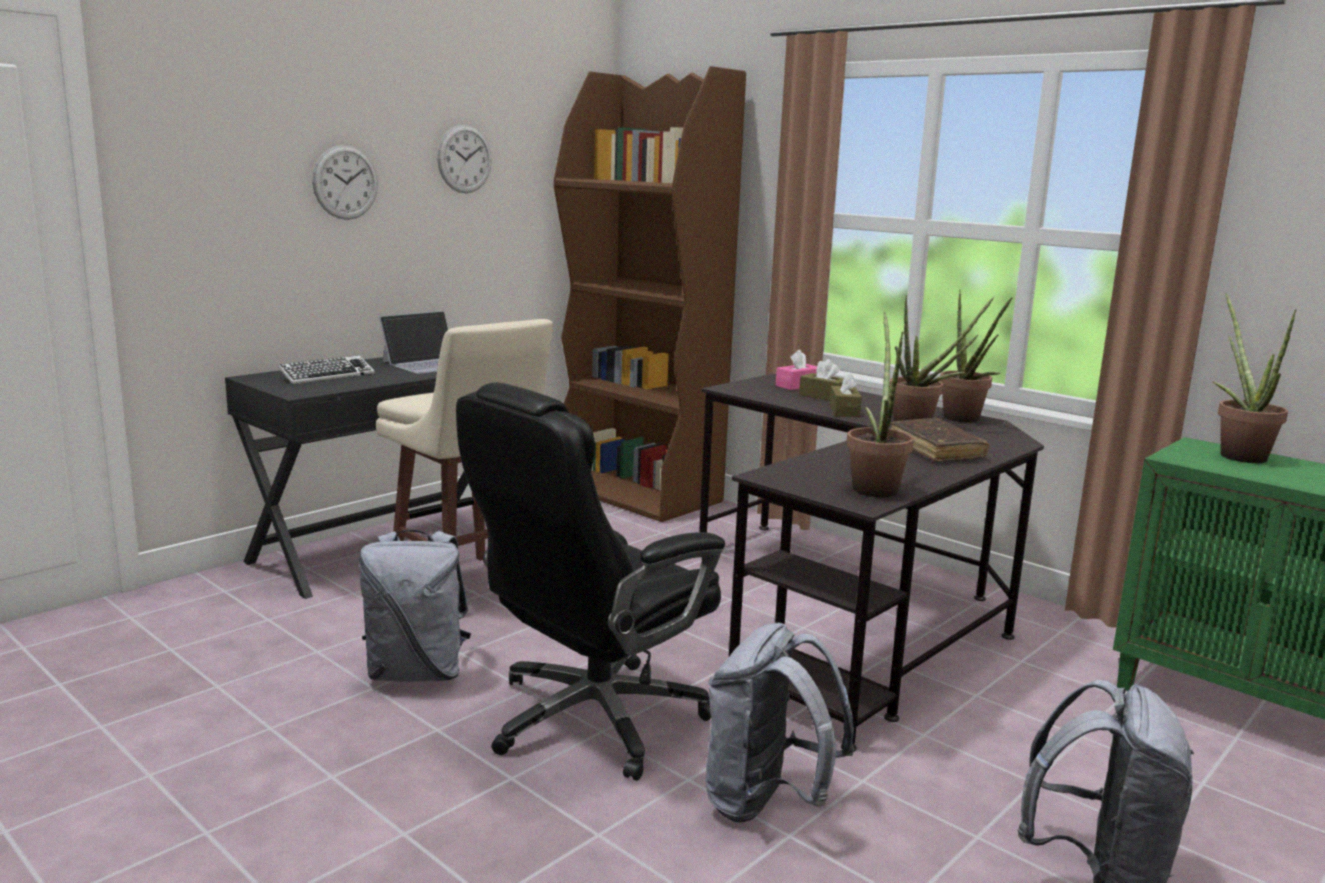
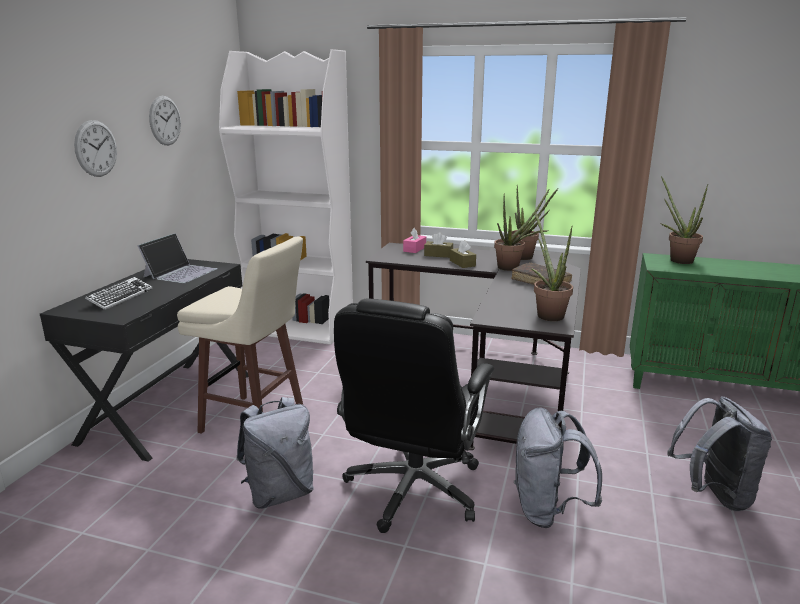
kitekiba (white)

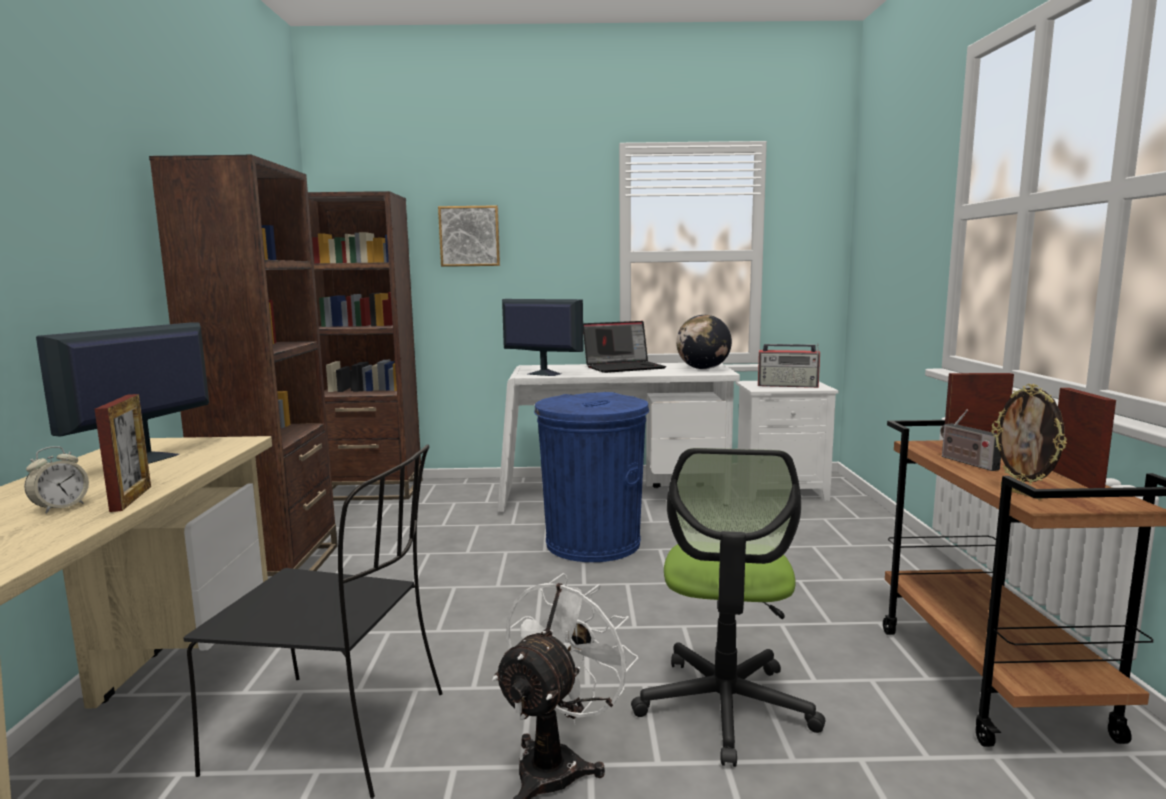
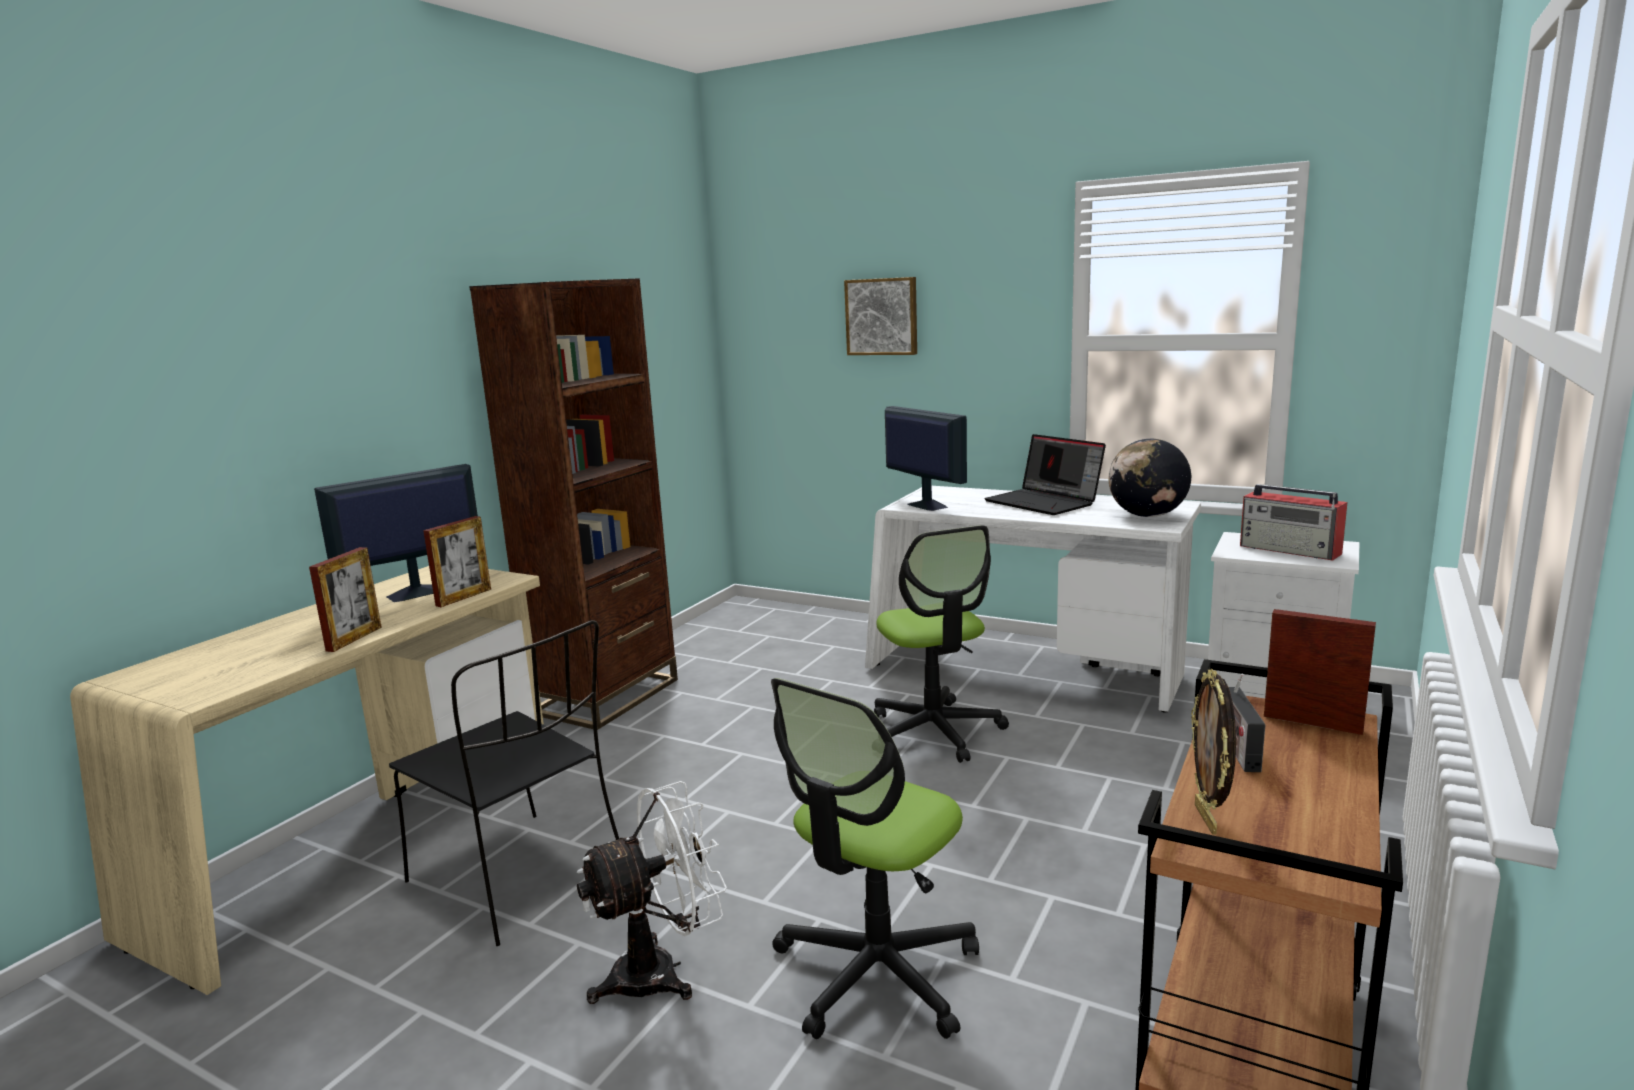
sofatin; kitekiba (brown) (no. 2 from left in the first image); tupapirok (no. 2 from left); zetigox; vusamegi (no. 2 from left)

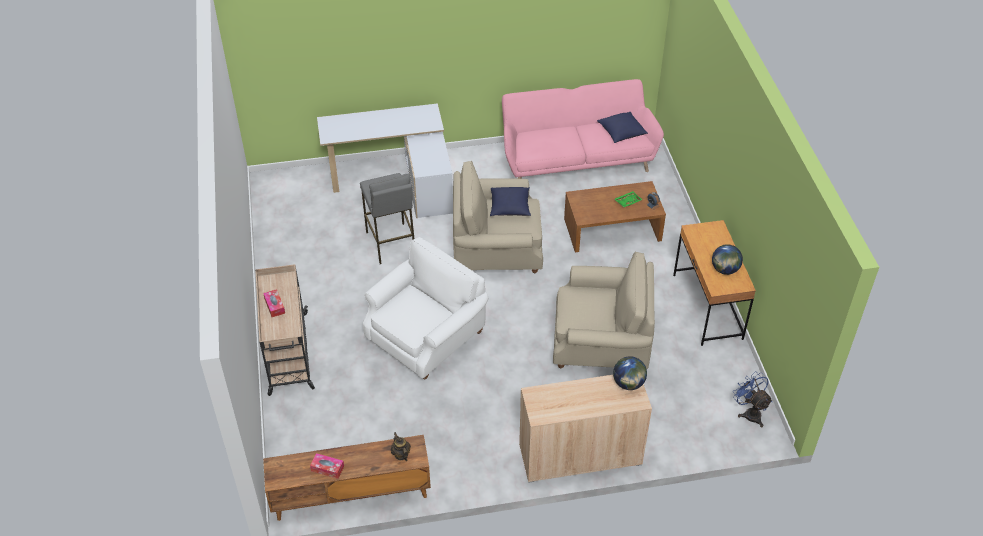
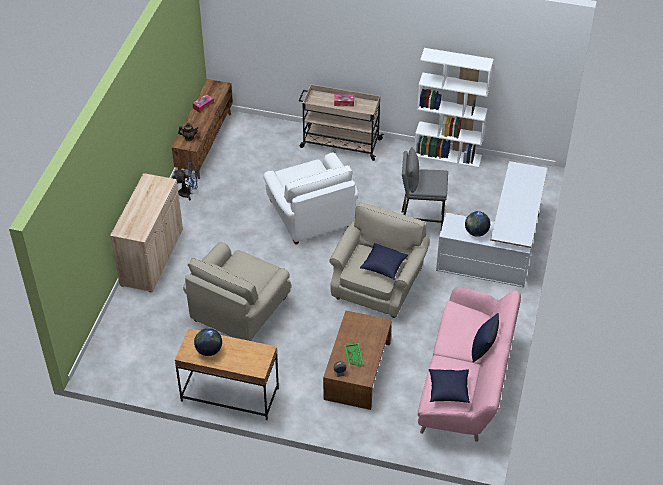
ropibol (no. 2 from left); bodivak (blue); kitekiba (white); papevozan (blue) (no. 3 from left)

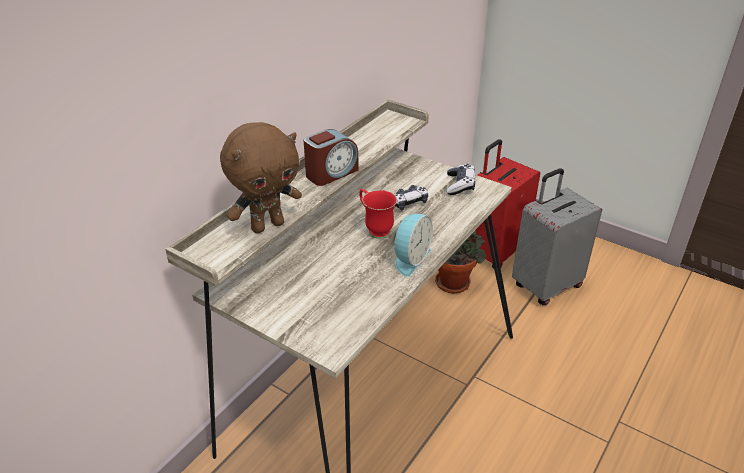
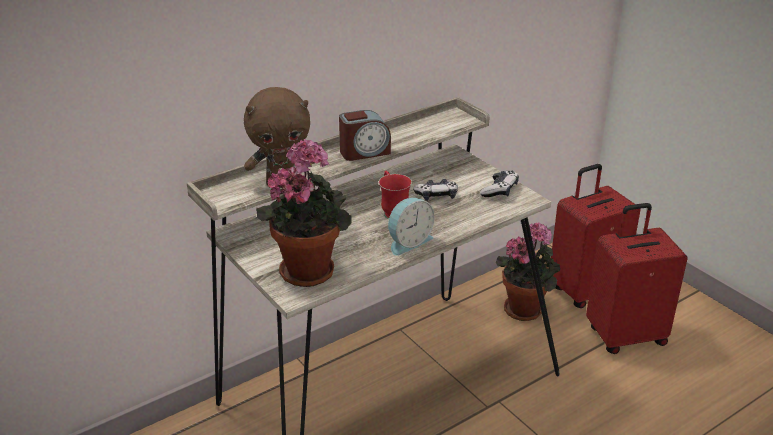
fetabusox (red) (no. 2 from left); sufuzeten (no. 1 from left)

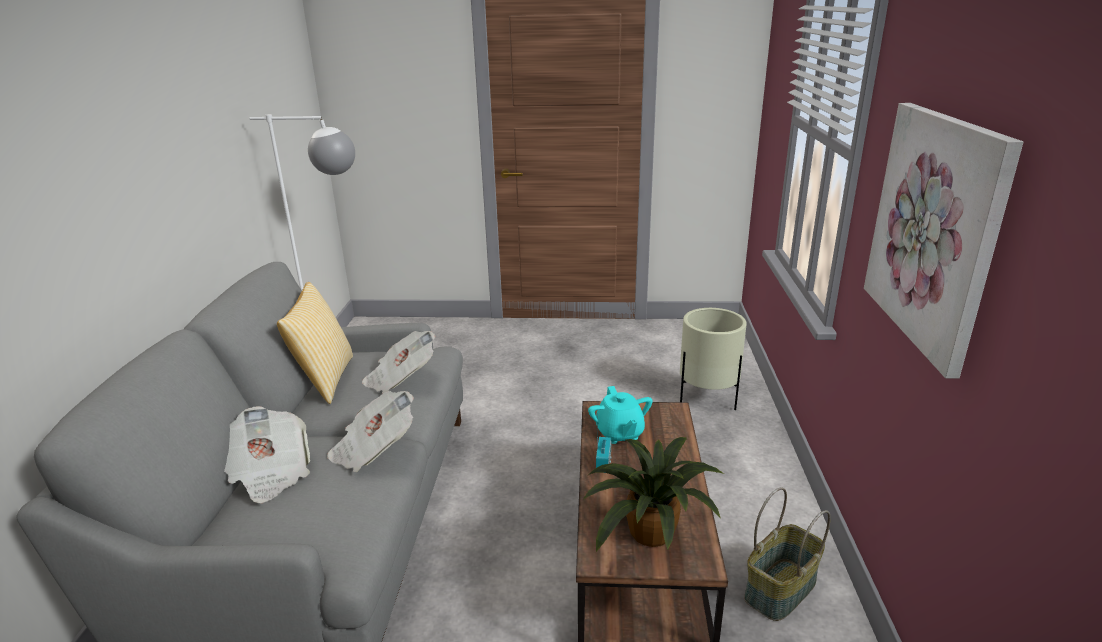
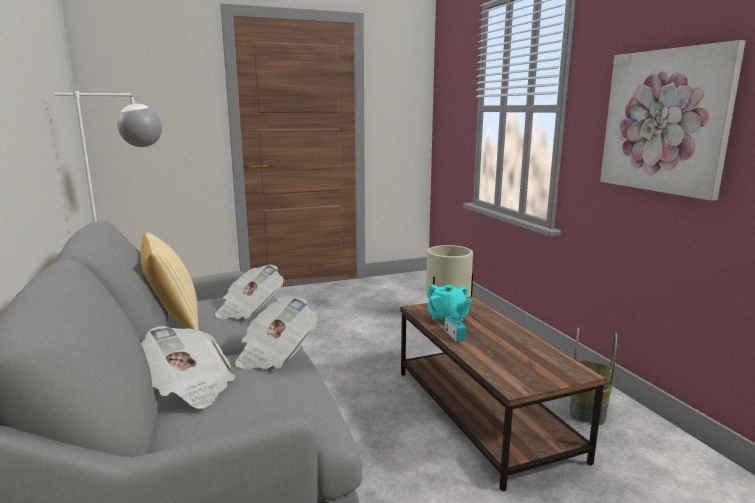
sufuzeten

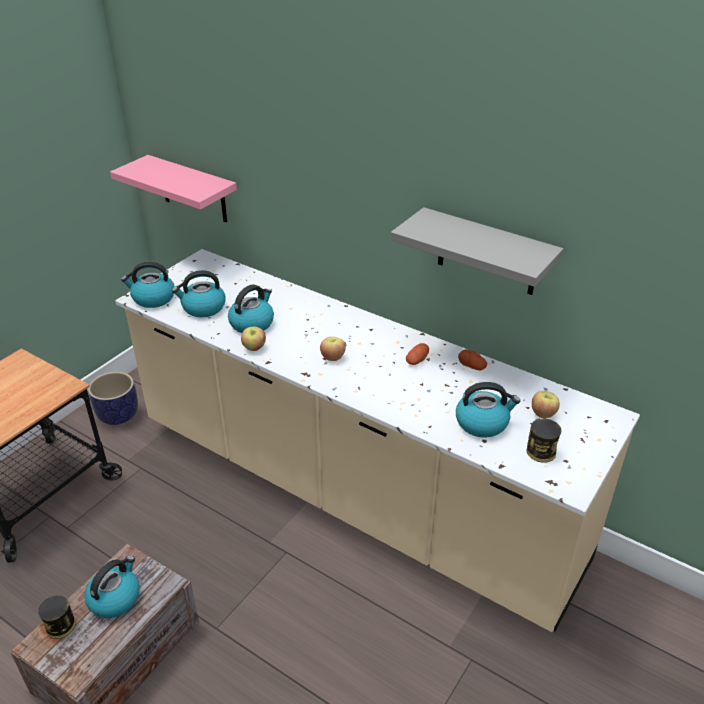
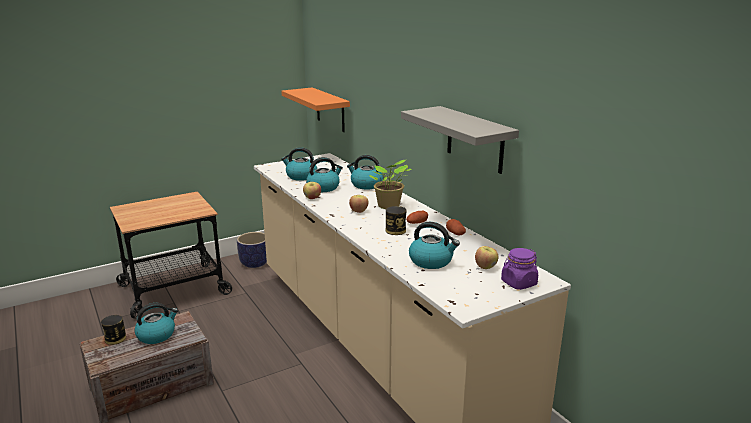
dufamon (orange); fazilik (no. 4 from left); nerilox (no. 2 from left); sufuzeten; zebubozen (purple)

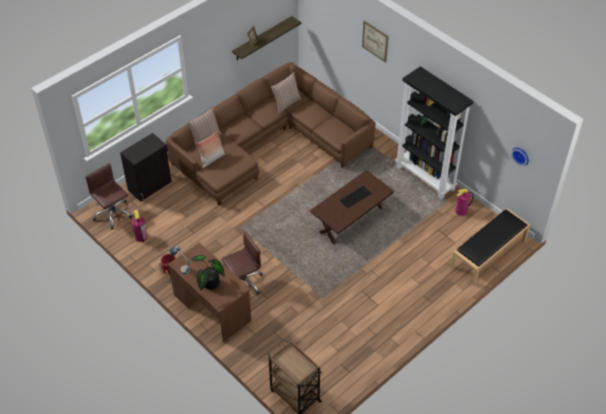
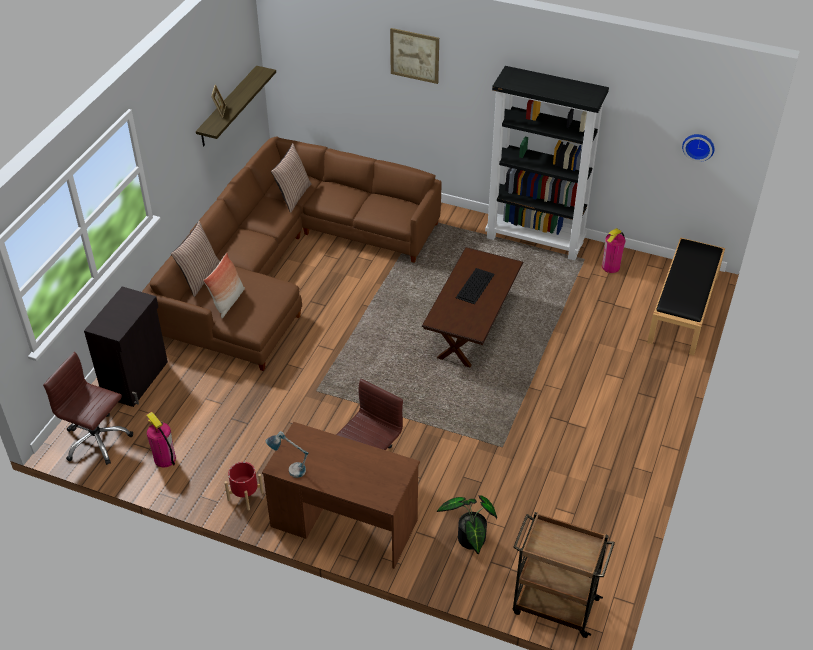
sufuzeten

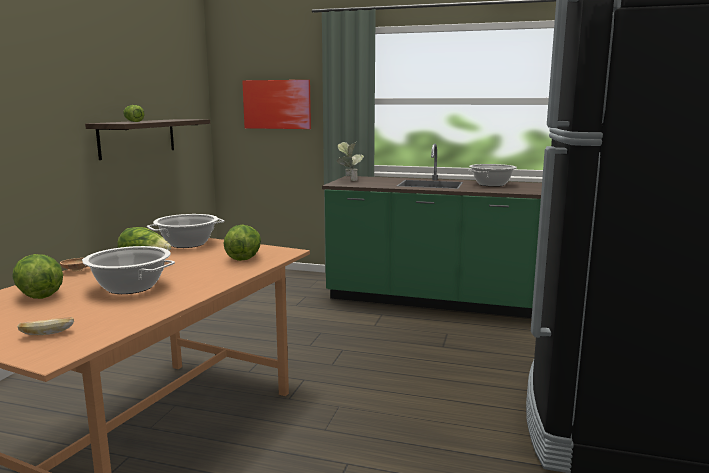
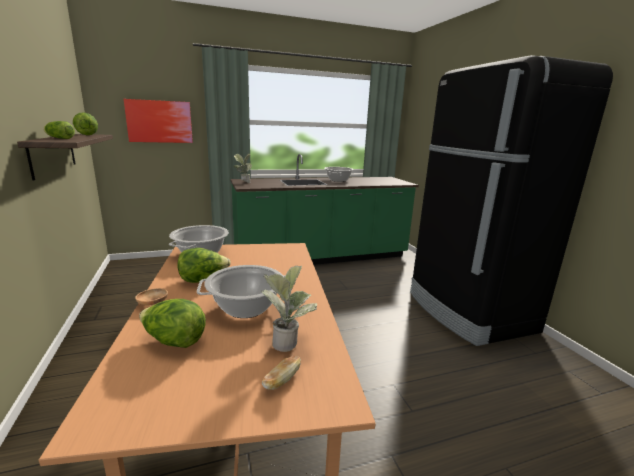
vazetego (no. 2 from left); sufuzeten (no. 2 from left)

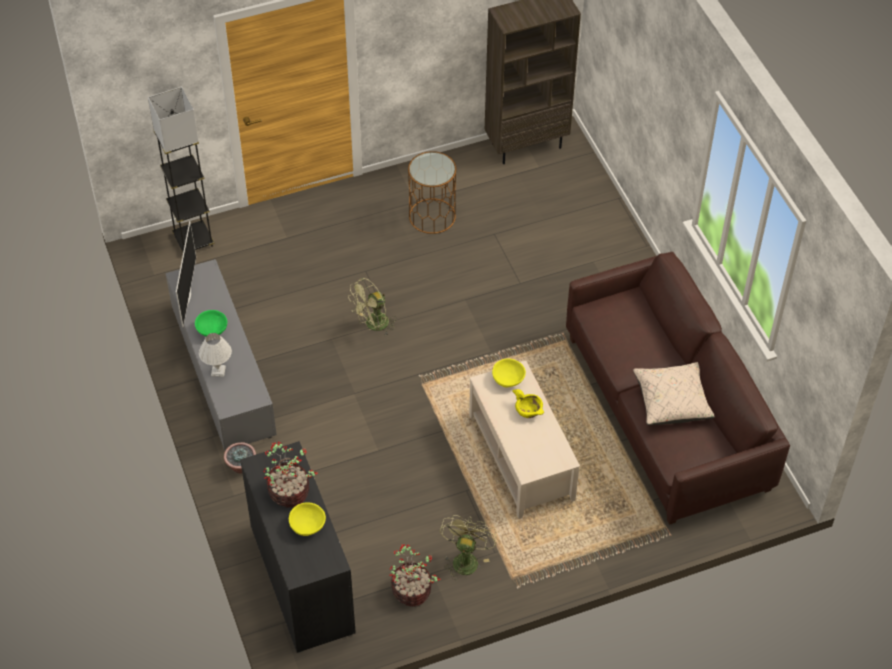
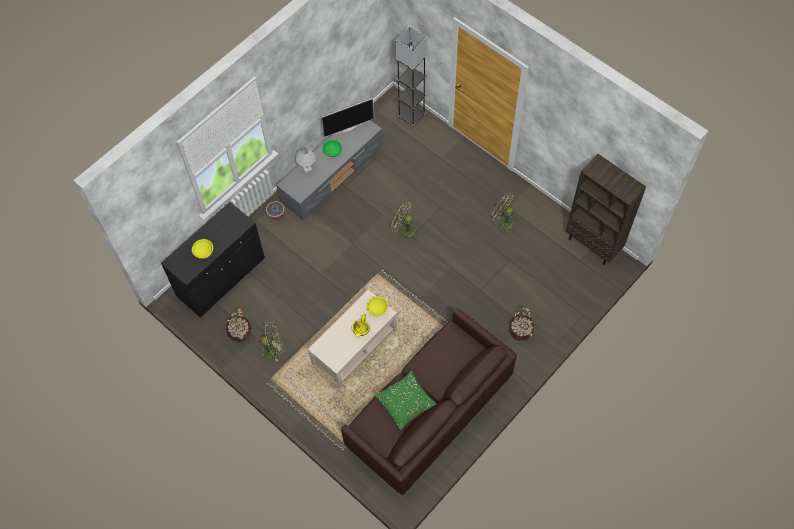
sufuzeten (no. 3 from left); bodivak (green) (no. 3 from left); papevozan (green)

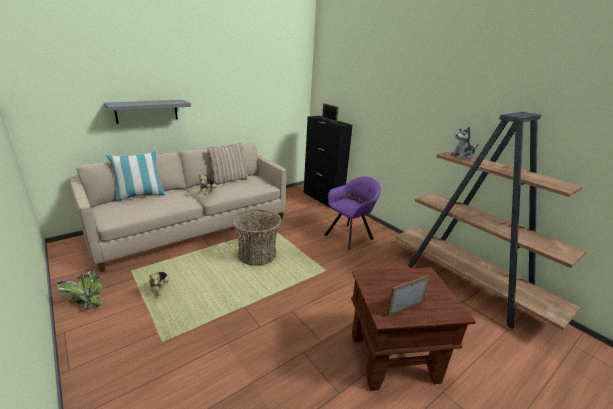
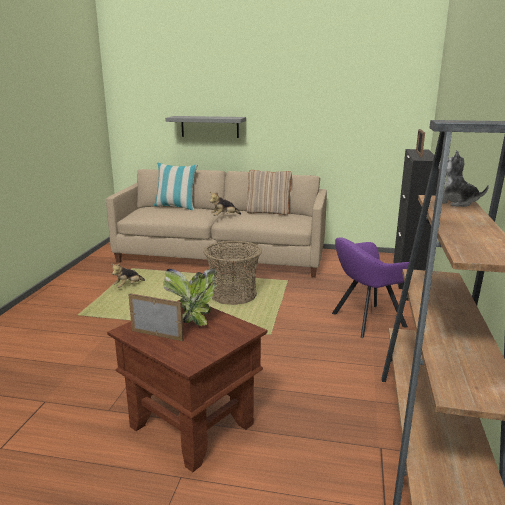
sufuzeten; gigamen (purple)

